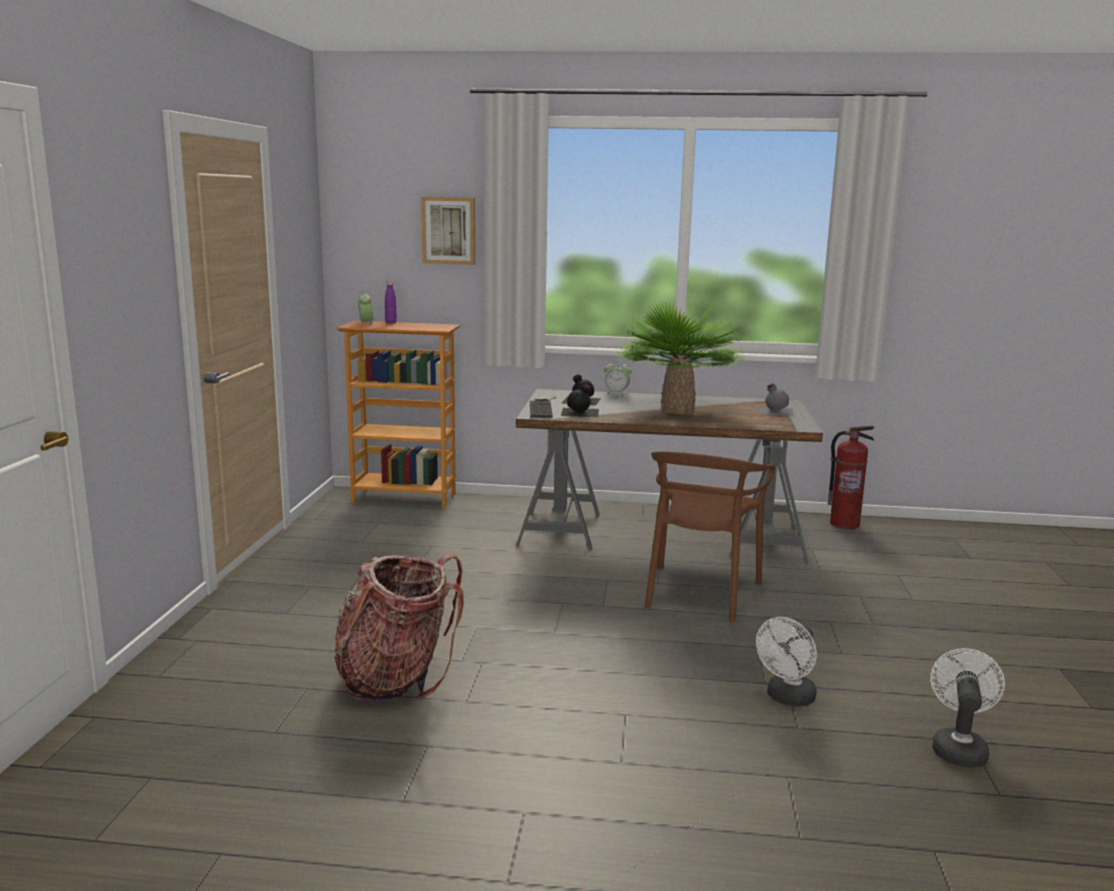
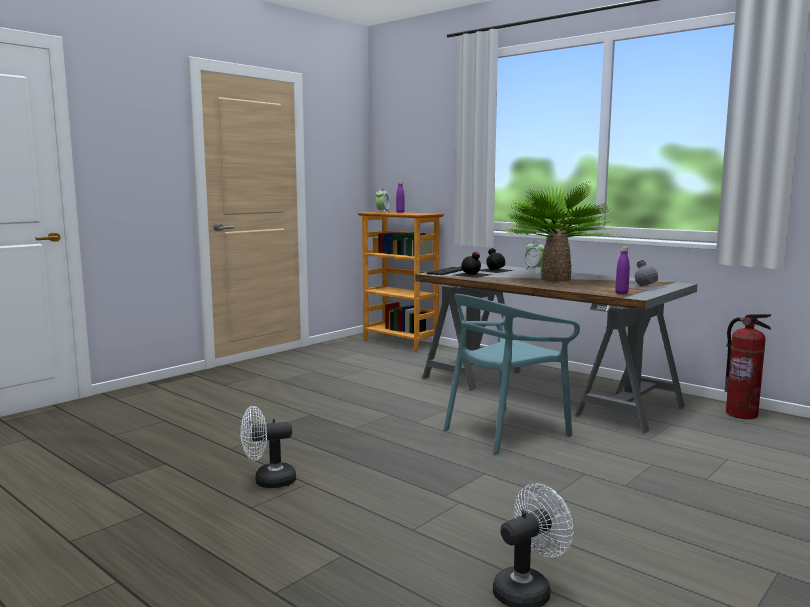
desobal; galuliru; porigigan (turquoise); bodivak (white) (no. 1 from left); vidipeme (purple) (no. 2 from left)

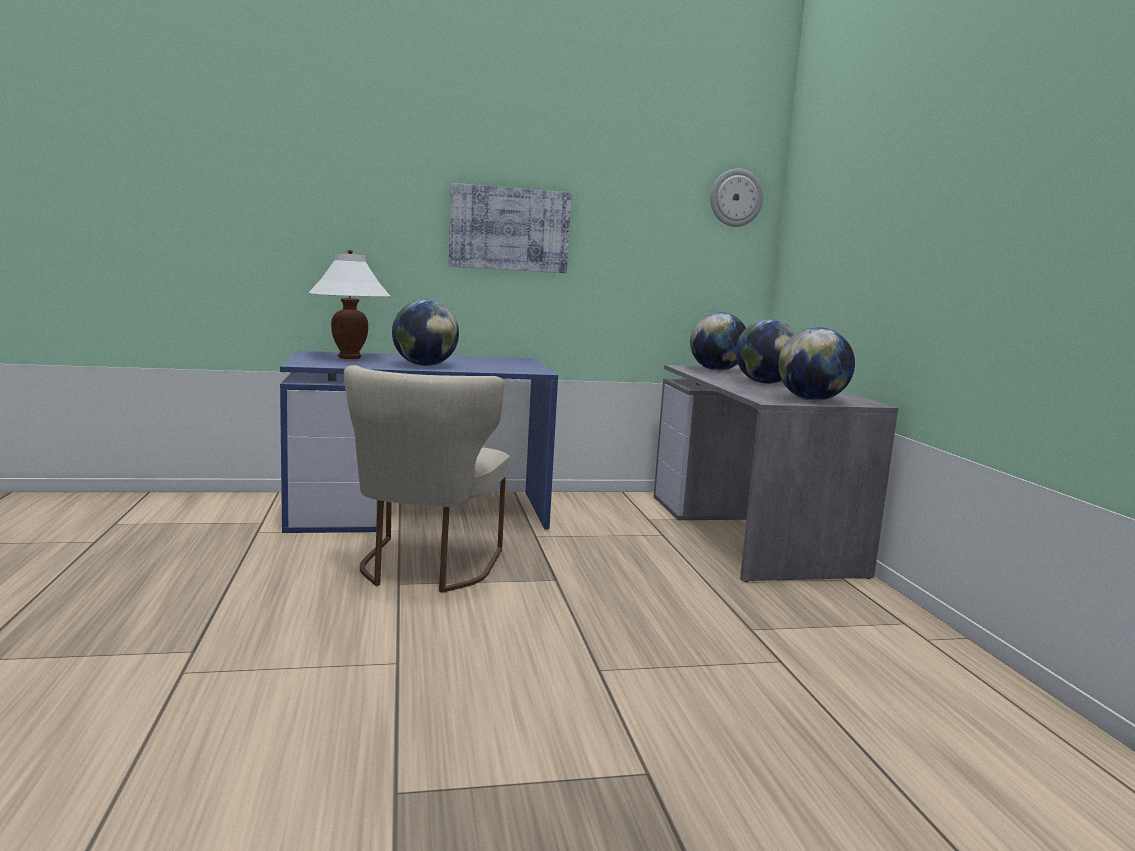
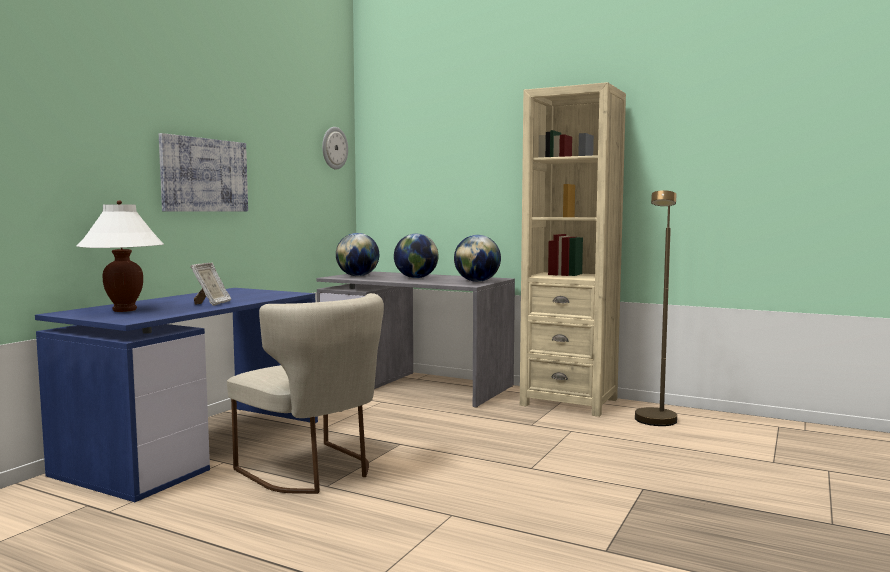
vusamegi; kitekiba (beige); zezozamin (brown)

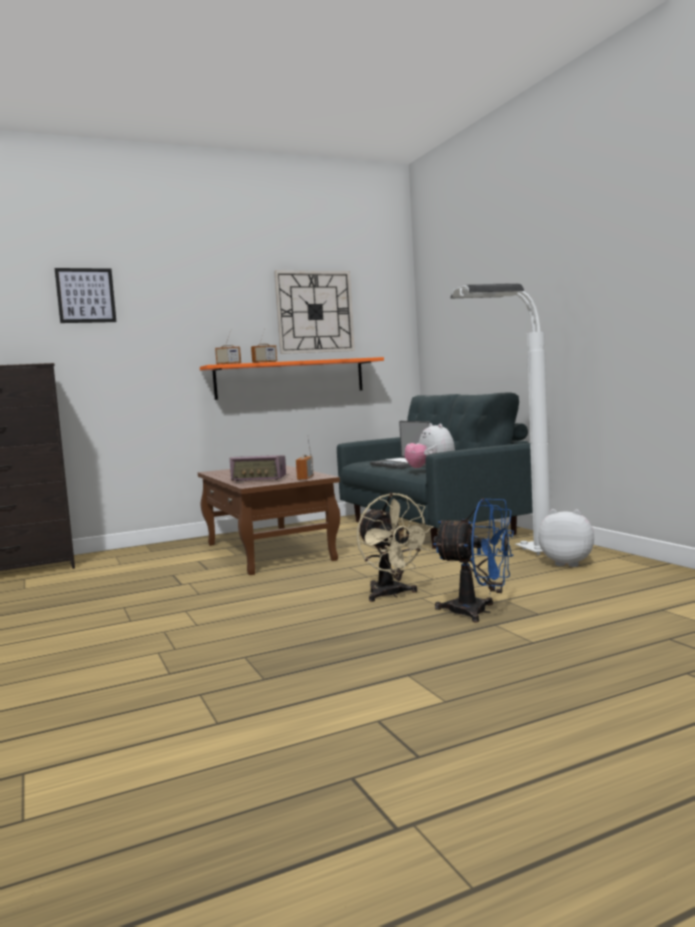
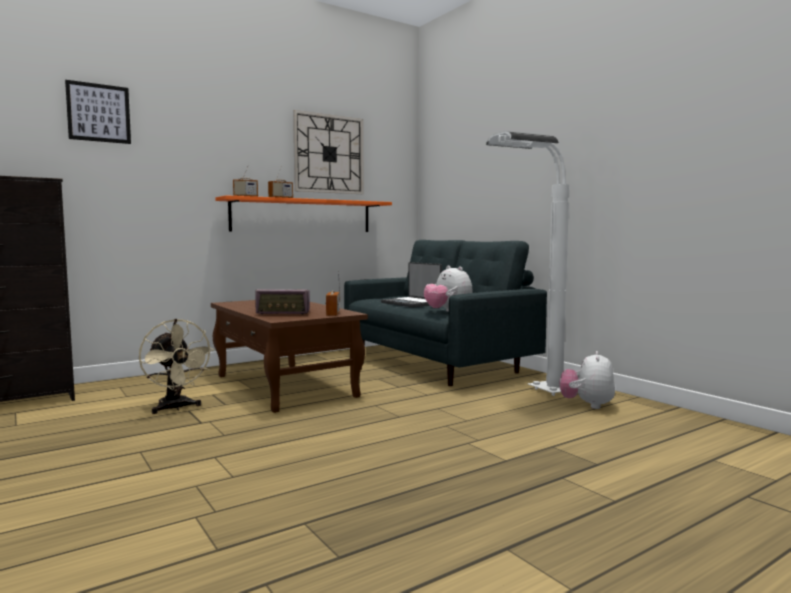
bodivak (beige); bodivak (blue); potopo (no. 2 from left)

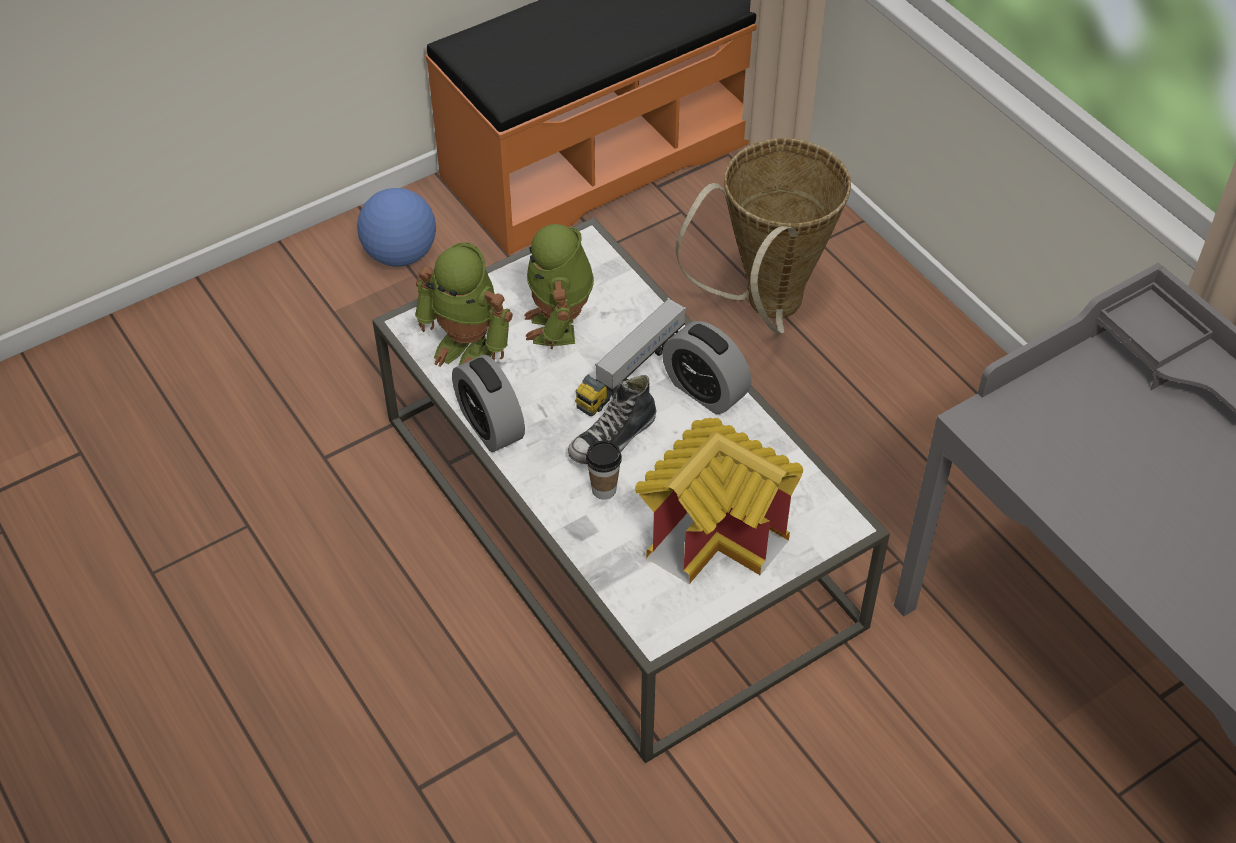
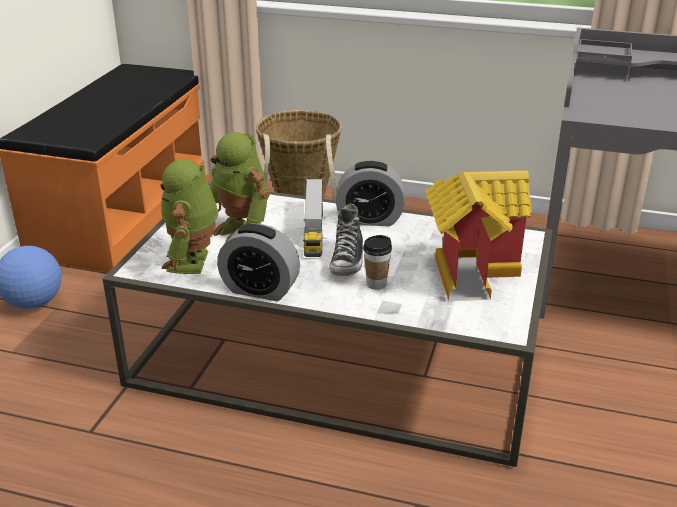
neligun (no. 1 from left)

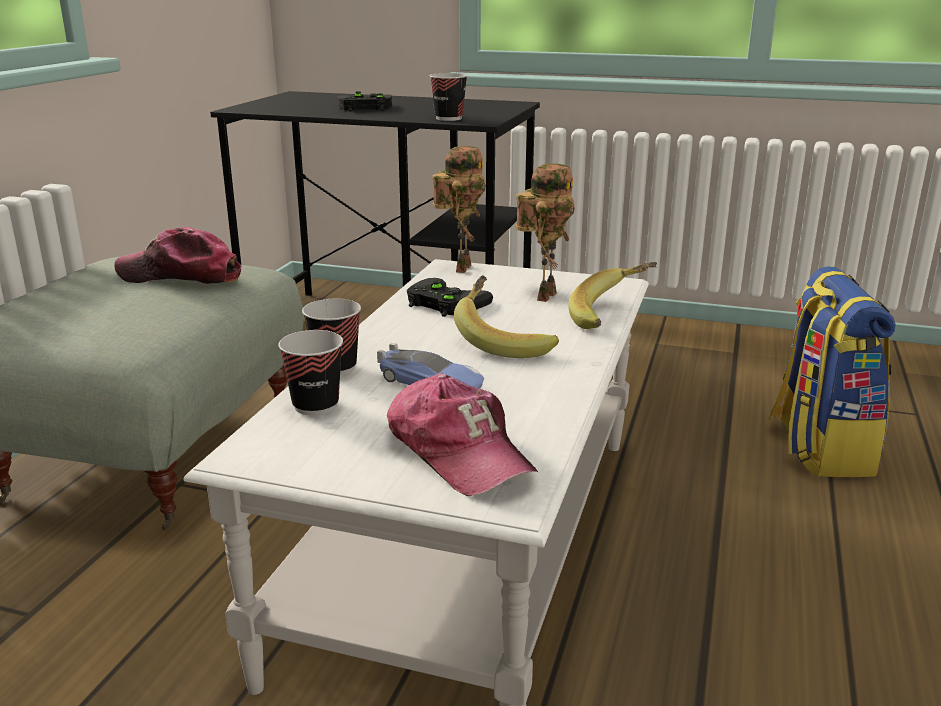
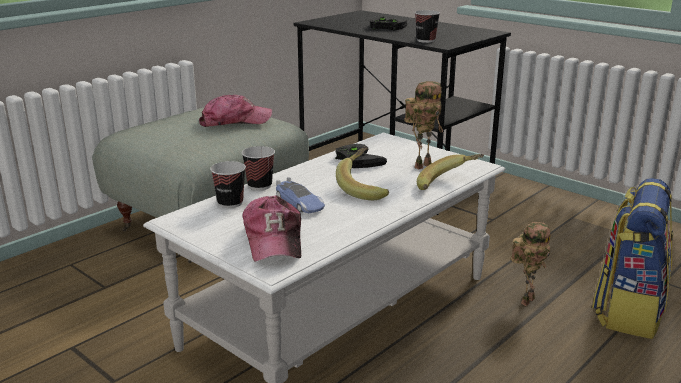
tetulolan (no. 1 from left); neligun (no. 2 from left)

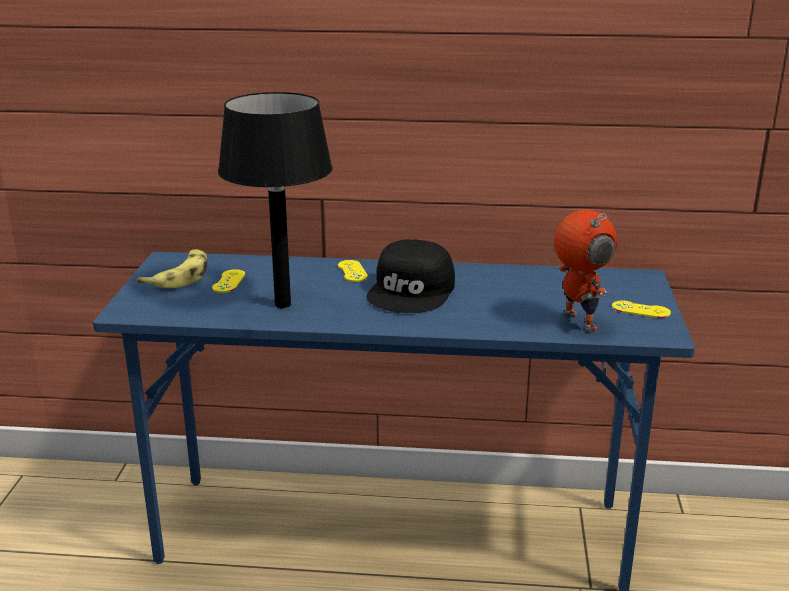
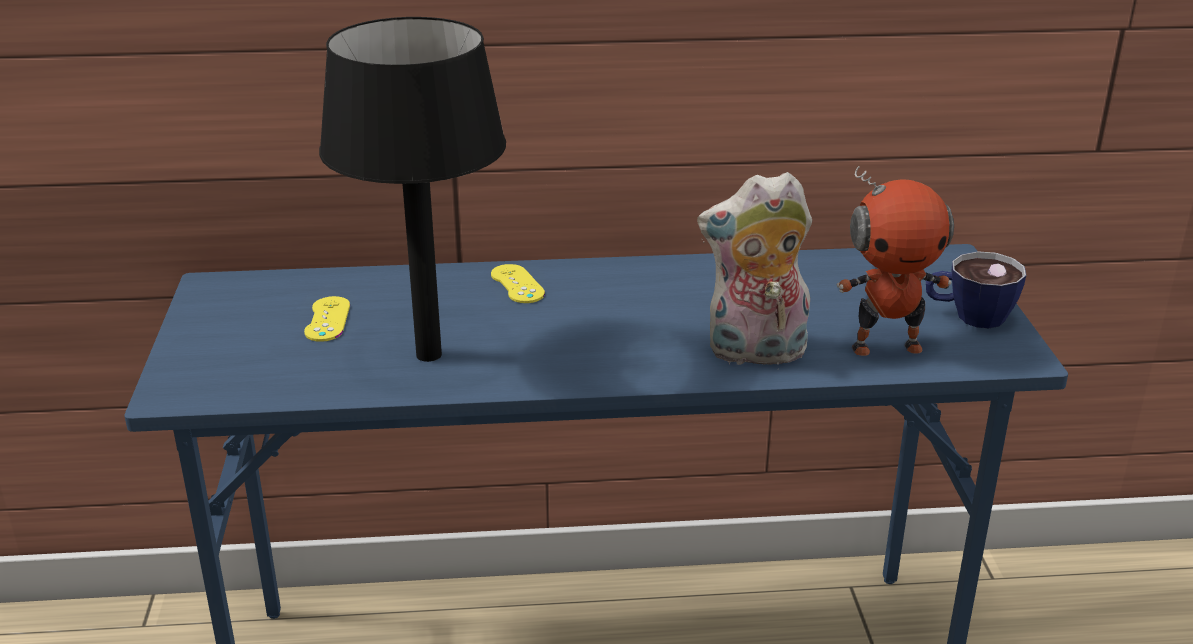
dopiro; tetulolan (black); neligun; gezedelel; potopo

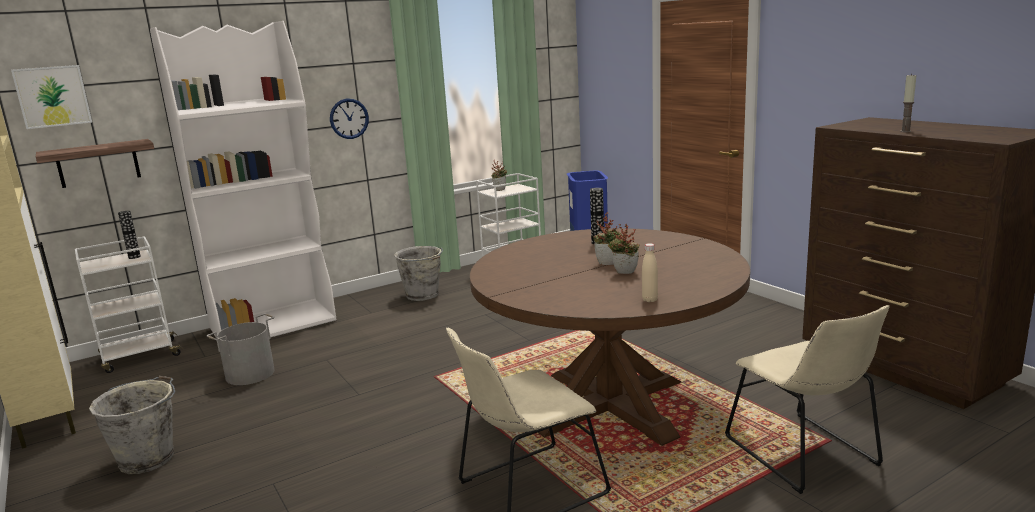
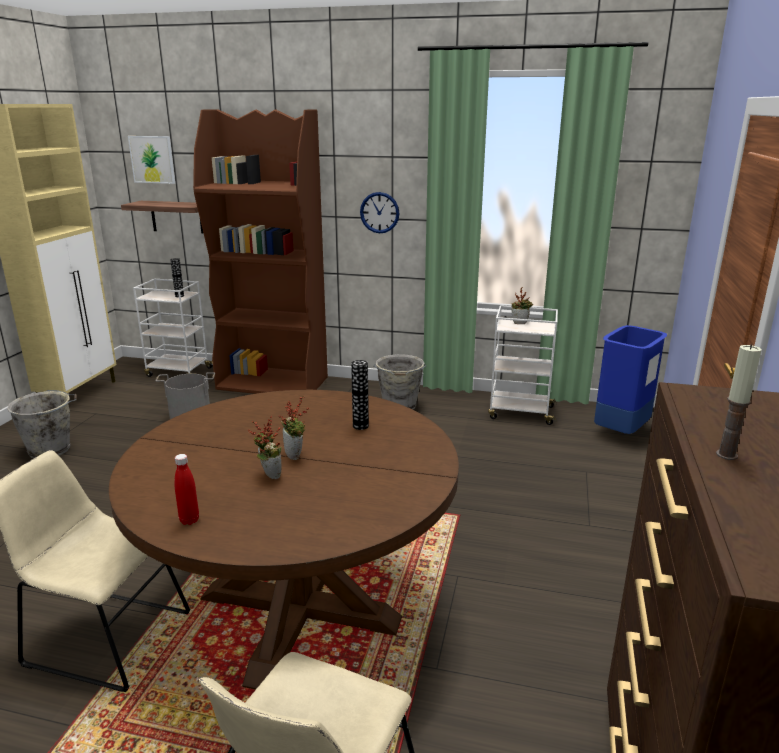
kitekiba (brown); vidipeme (red)

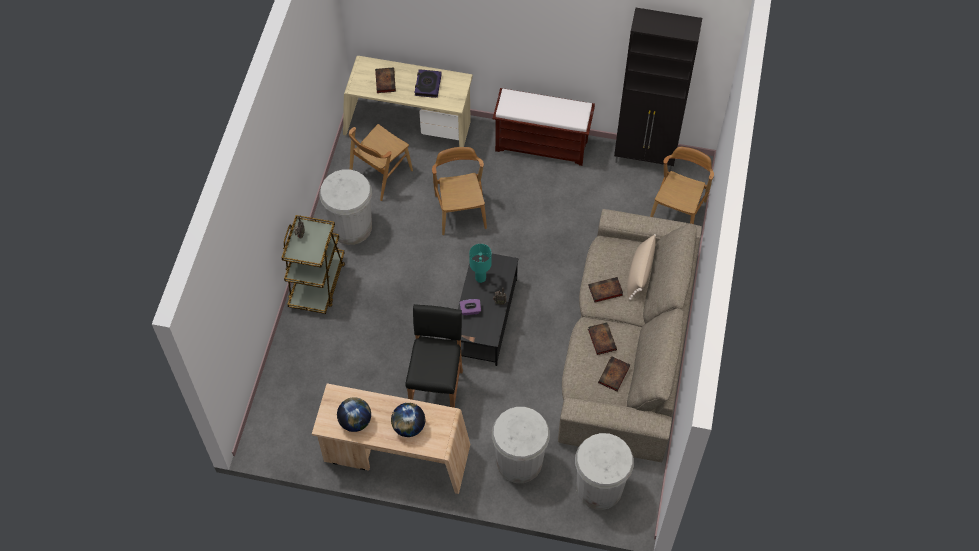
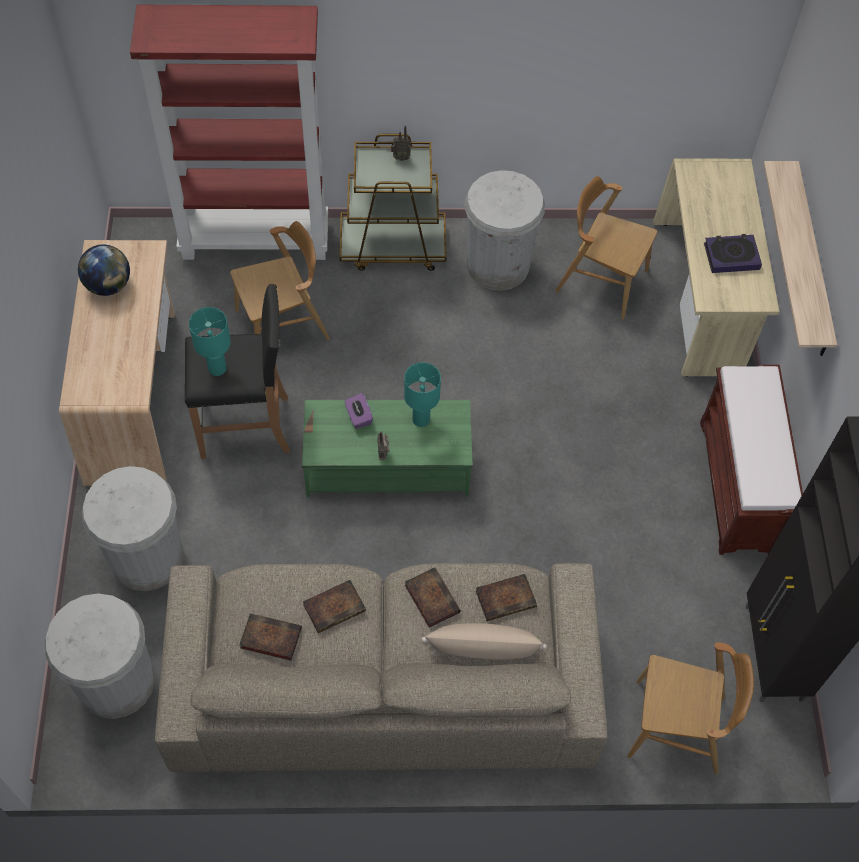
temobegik (no. 4 from left); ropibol (no. 2 from left in the first image); porigigan (brown) (no. 1 from left); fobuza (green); kitekiba (red); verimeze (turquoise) (no. 1 from left); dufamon

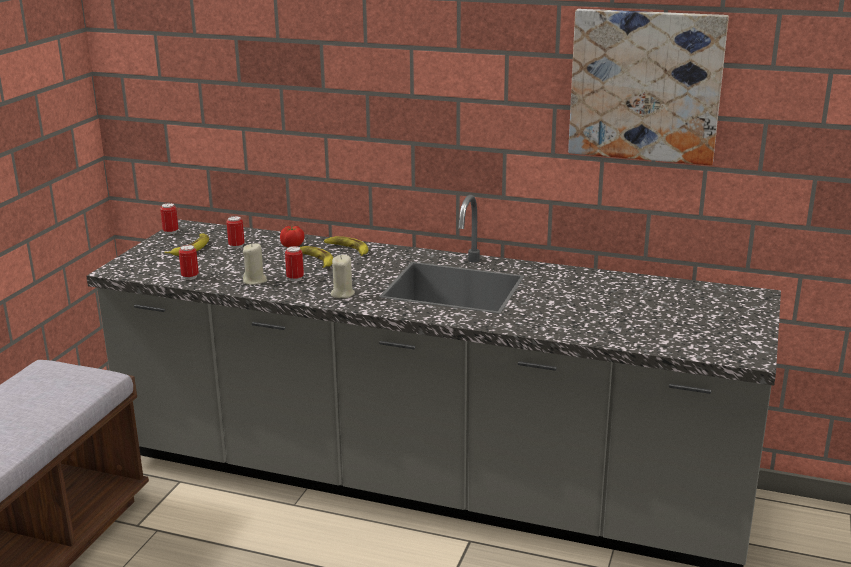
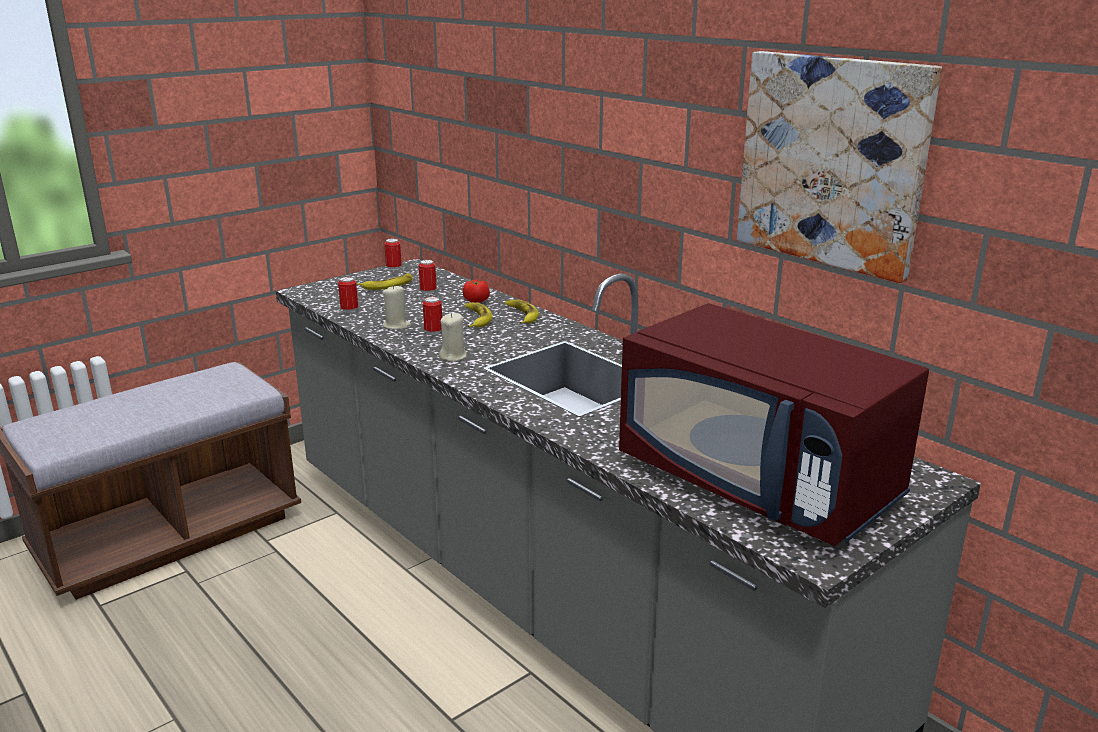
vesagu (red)

